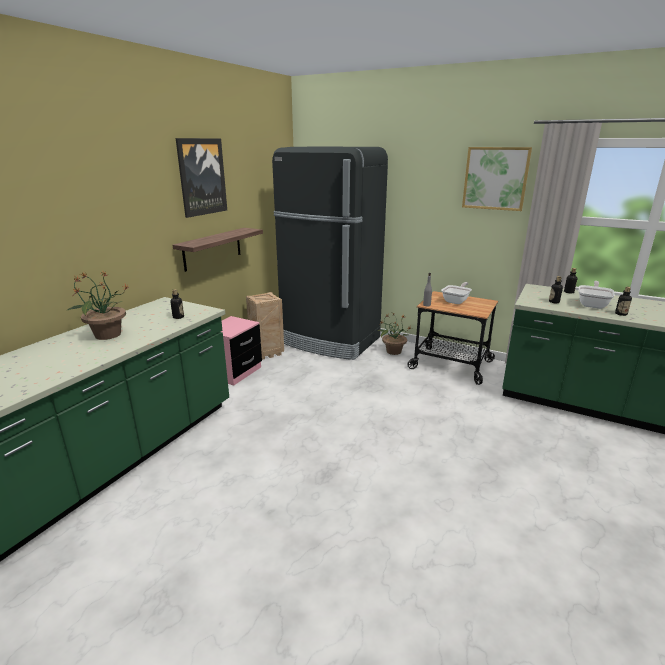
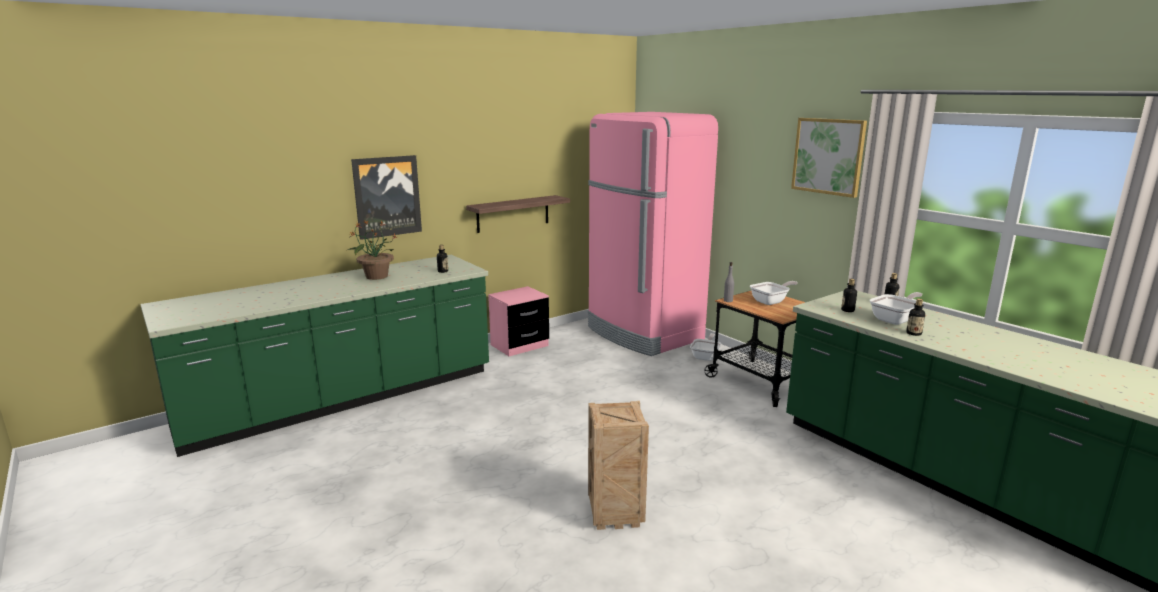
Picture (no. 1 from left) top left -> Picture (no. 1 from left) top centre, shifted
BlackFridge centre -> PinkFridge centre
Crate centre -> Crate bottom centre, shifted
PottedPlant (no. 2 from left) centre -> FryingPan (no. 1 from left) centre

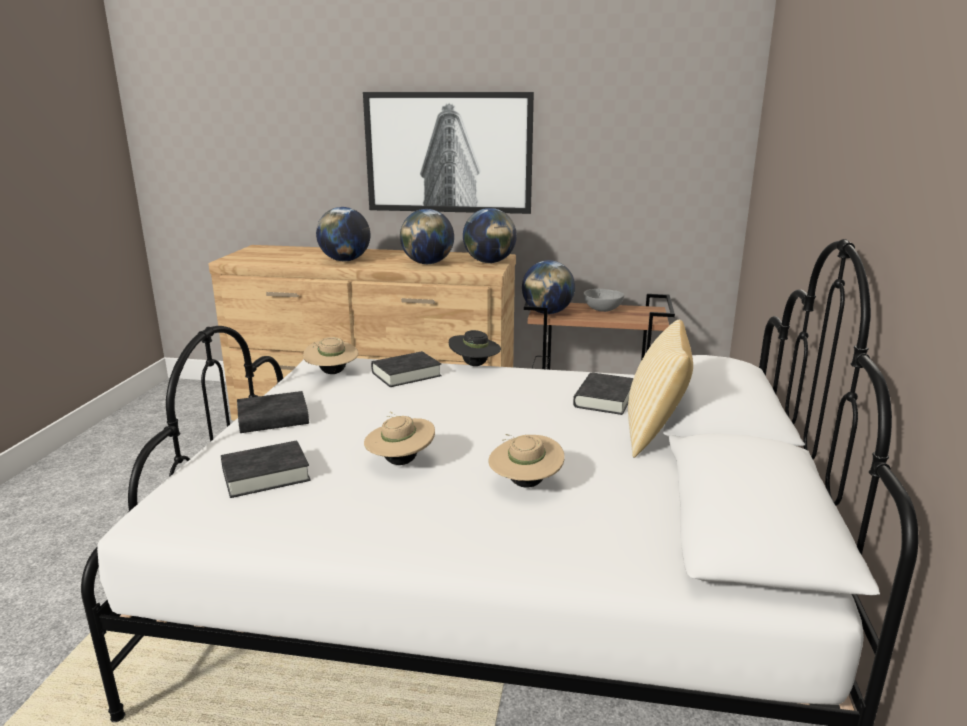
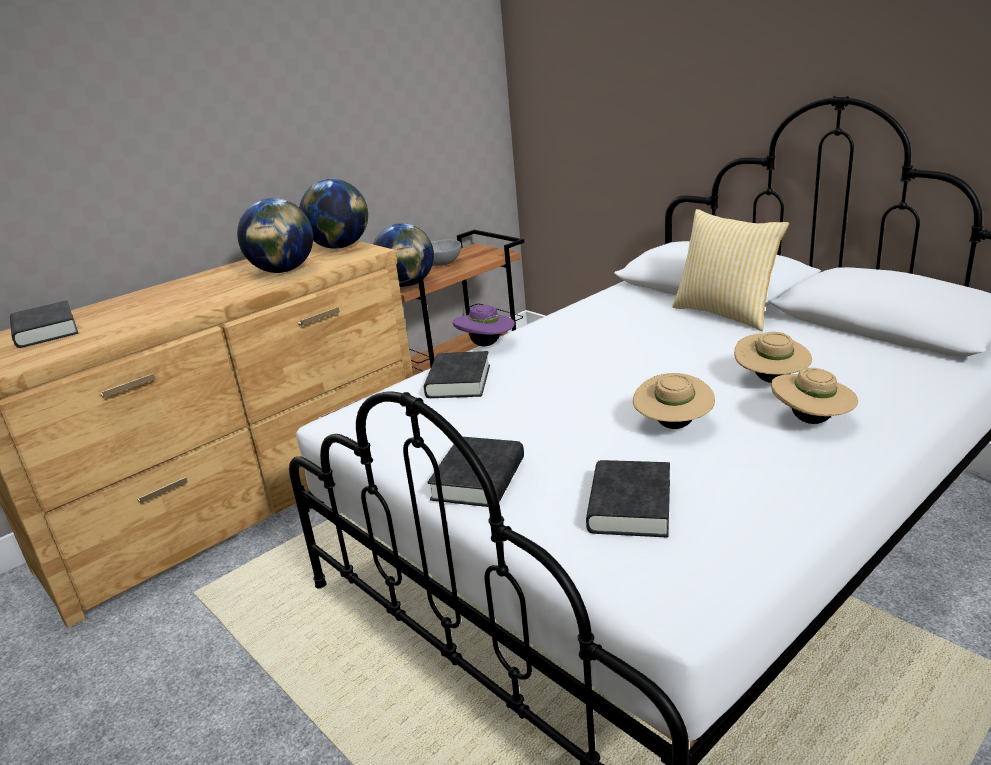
BlackBook (no. 4 from left in the first image) centre -> BlackBook (no. 1 from left) middle left, shifted
BlackHat centre -> PurpleHat centre
BeigeHat (no. 1 from left in the first image) centre -> BeigeHat (no. 3 from left) middle right, shifted
Globe (no. 1 from left) top centre -> none
Picture top centre -> none

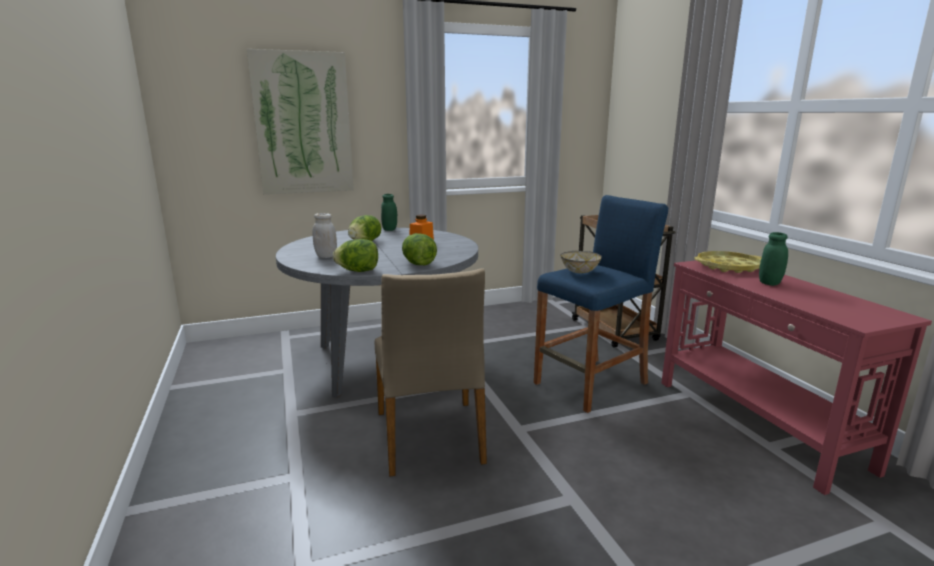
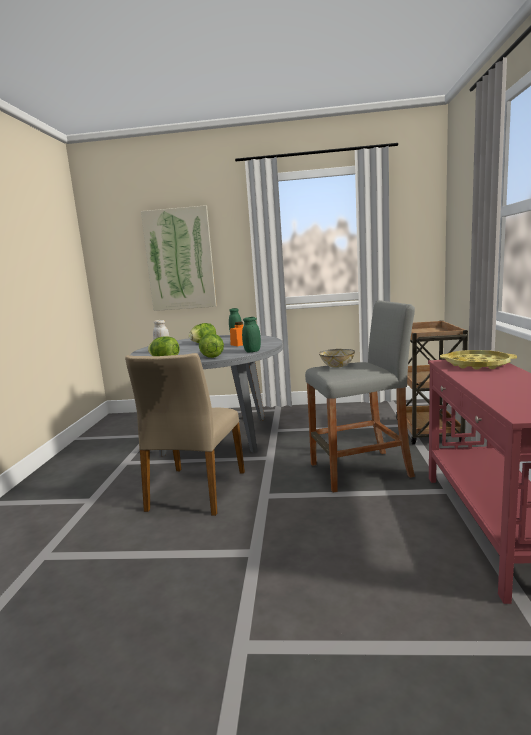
GreenJar (no. 2 from left) middle right -> GreenJar (no. 2 from left) centre, shifted
BlueStool centre -> GreyStool middle right

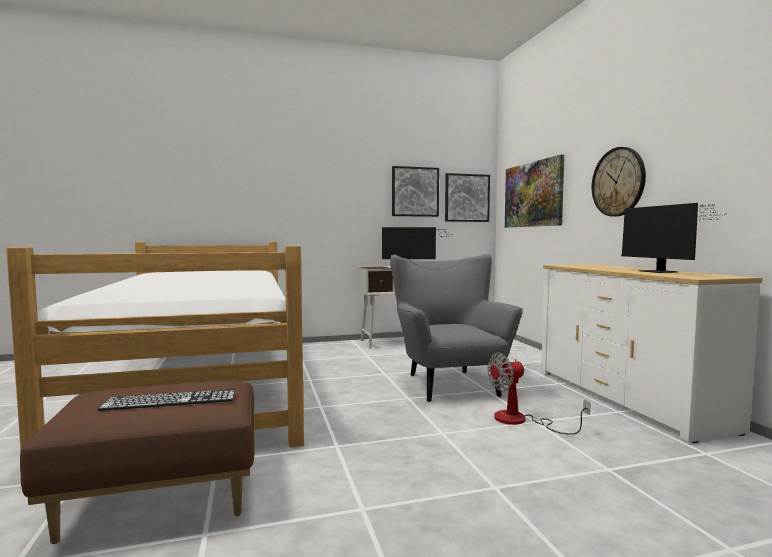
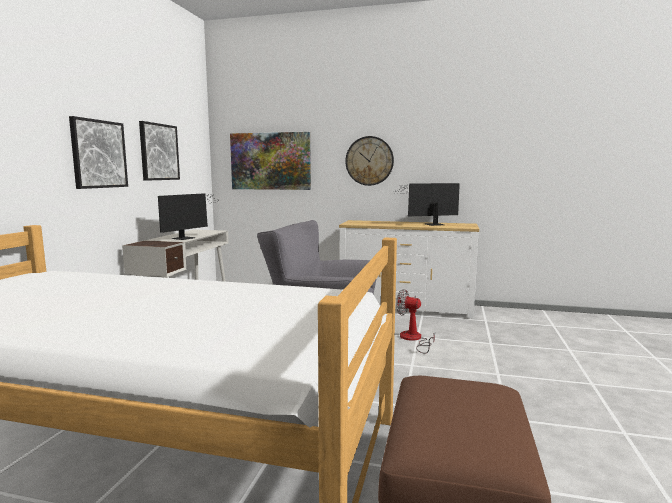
Picture (no. 2 from left in the first image) centre -> Picture (no. 1 from left) top left, shifted
Monitor (no. 2 from left) middle right -> Monitor (no. 2 from left) centre, 150 degrees clockwise
Fan bottom right -> Fan centre, 105 degrees clockwise
Keyboard bottom left -> none

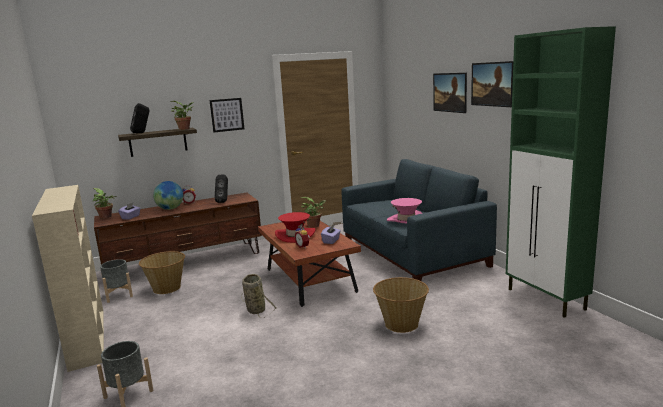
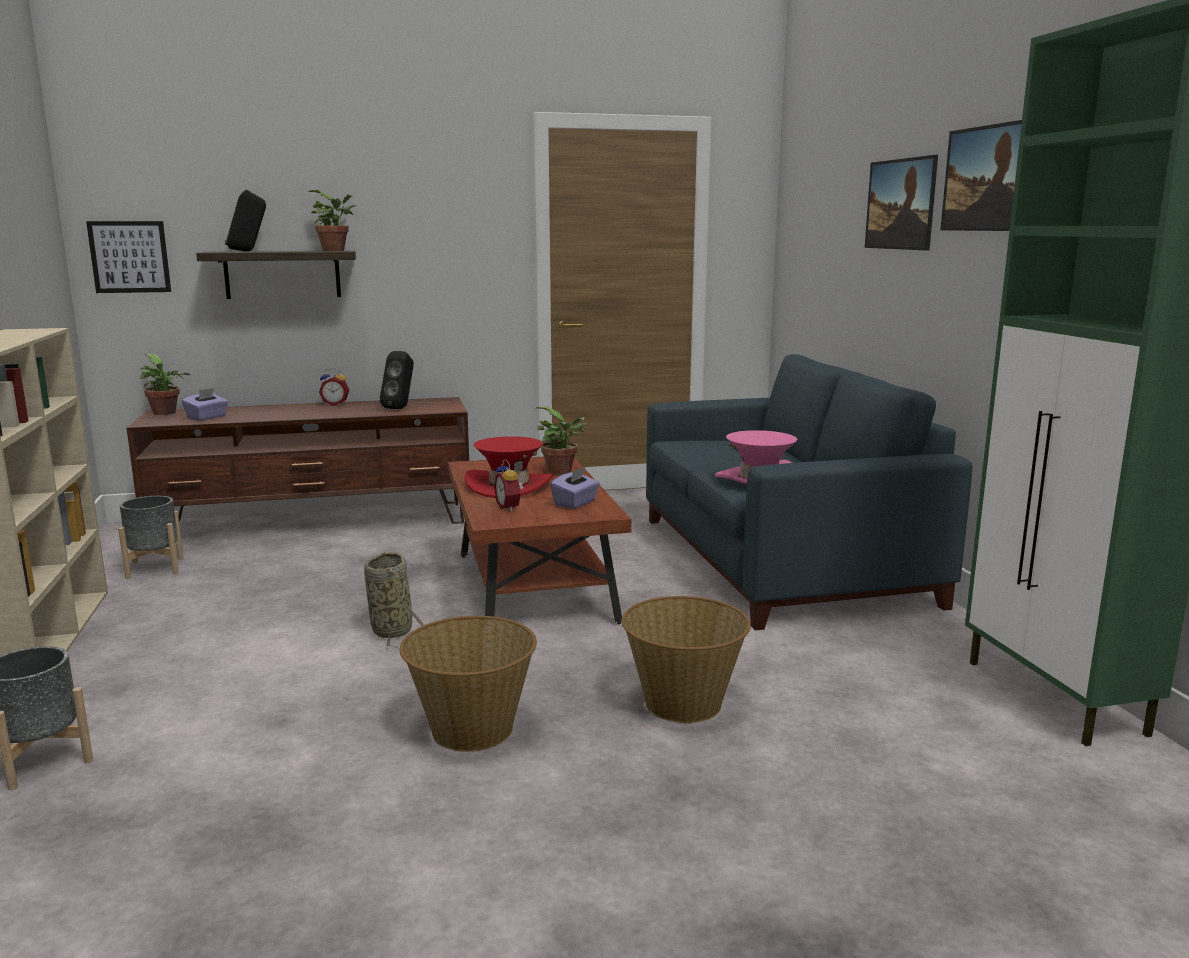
Picture (no. 1 from left) top centre -> Picture (no. 1 from left) top left, shifted
Basket (no. 1 from left in the first image) bottom left -> Basket (no. 2 from left) bottom centre, shifted
Globe middle left -> none

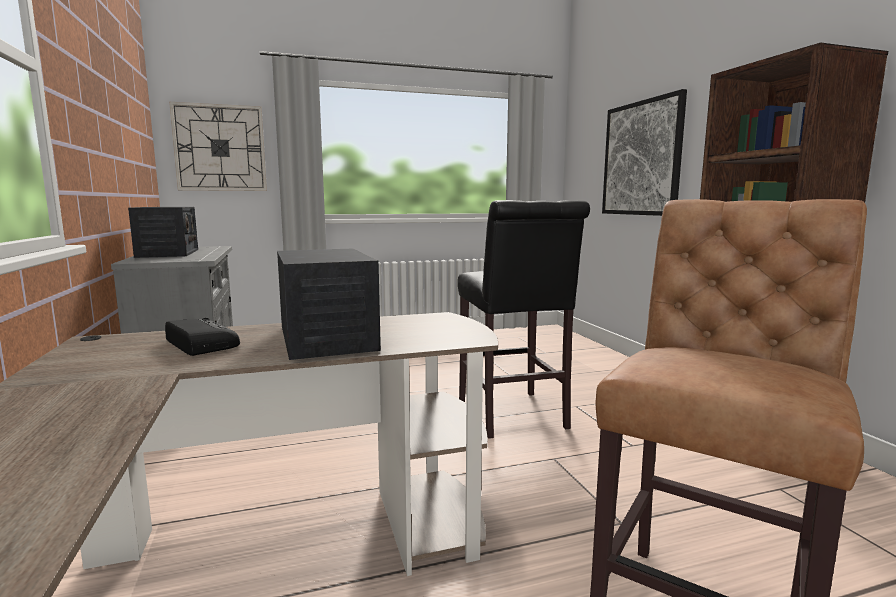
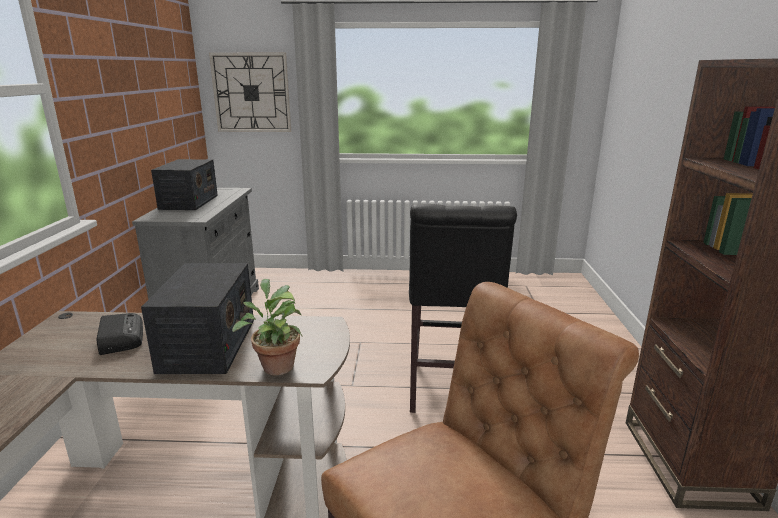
none -> PottedPlant centre
Picture top right -> none

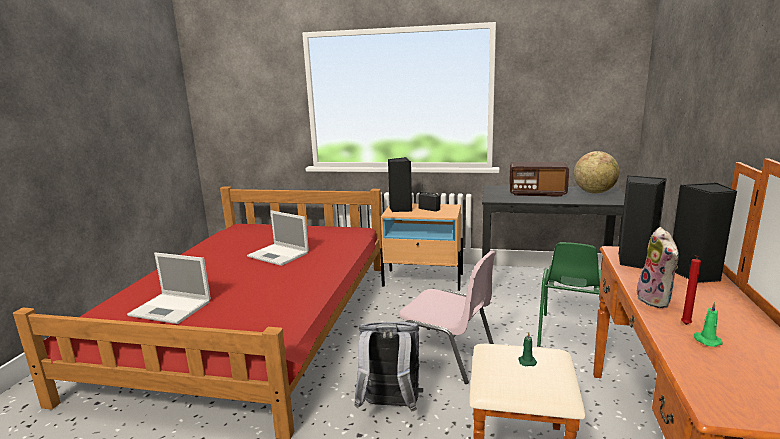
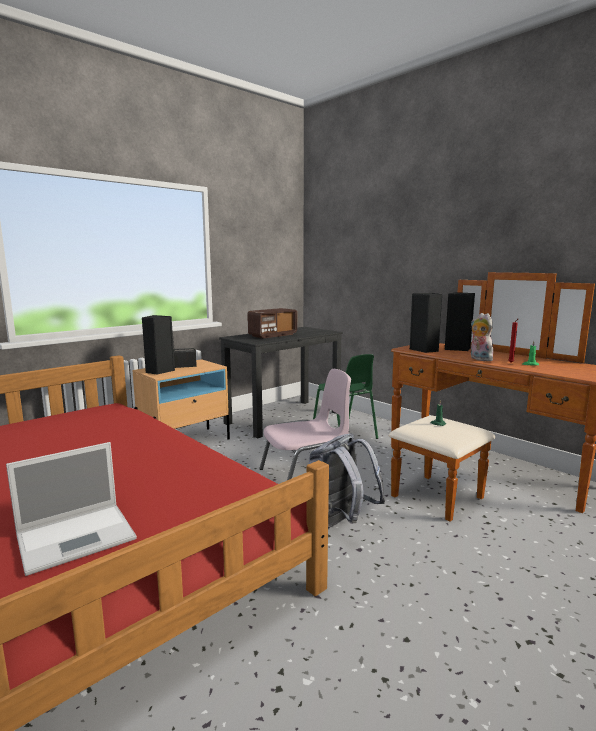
PlushToy middle right, 150 degrees counterclockwise
Laptop (no. 2 from left) centre -> none
Globe middle right -> none

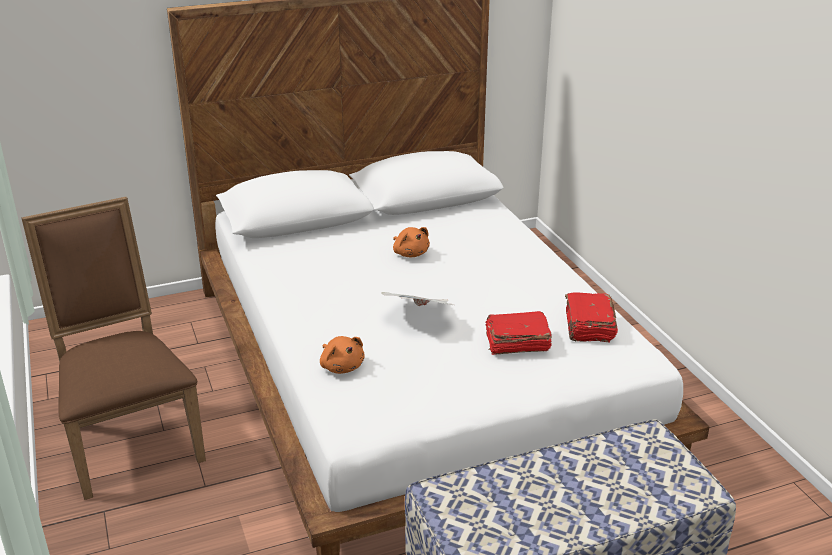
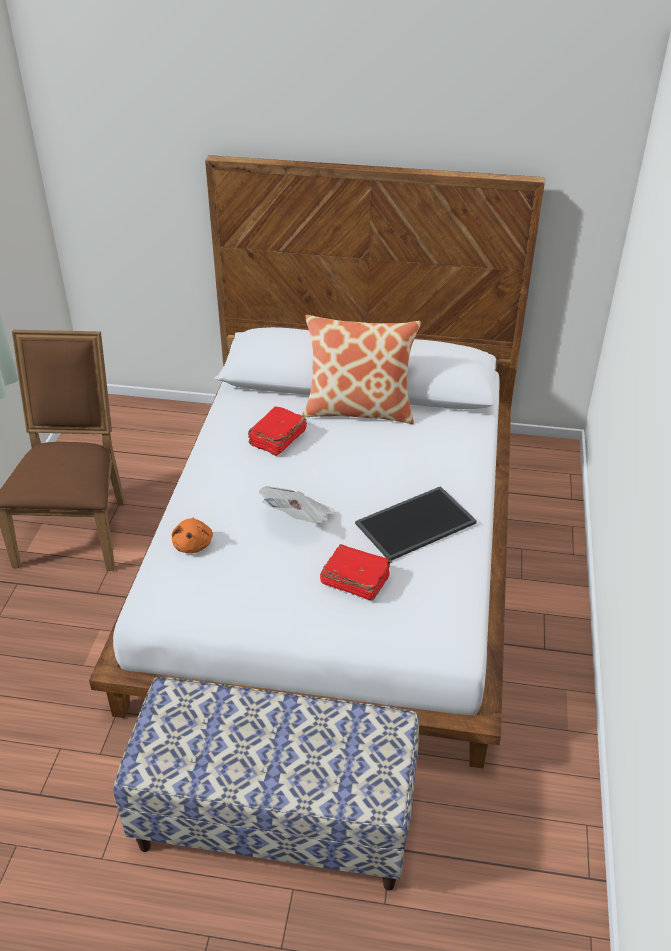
RedBook (no. 2 from left in the first image) middle right -> RedBook (no. 1 from left) centre, shifted
none -> Pillow centre
none -> Tray centre
OrangePlushToy (no. 2 from left) centre -> none

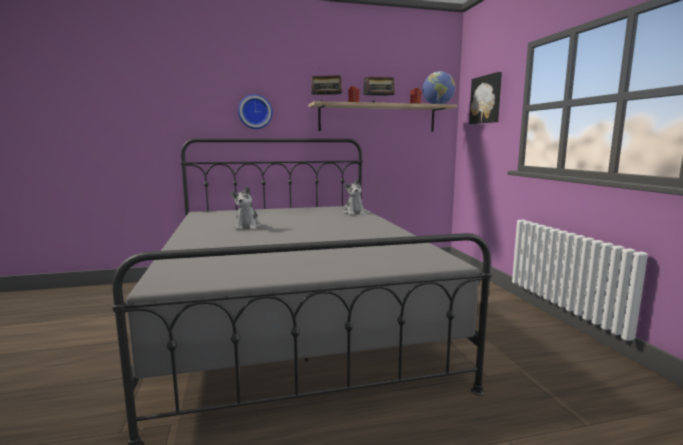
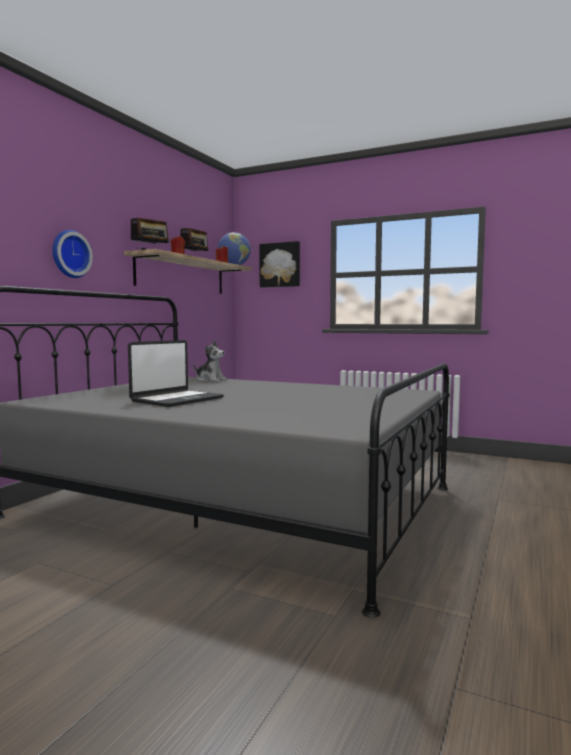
PlushToy (no. 1 from left) centre -> Laptop middle left

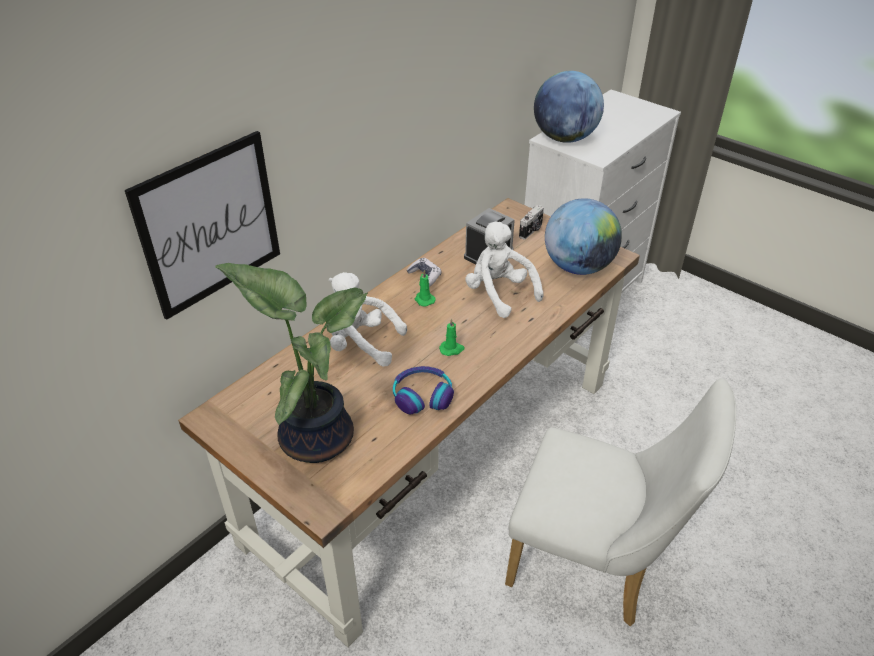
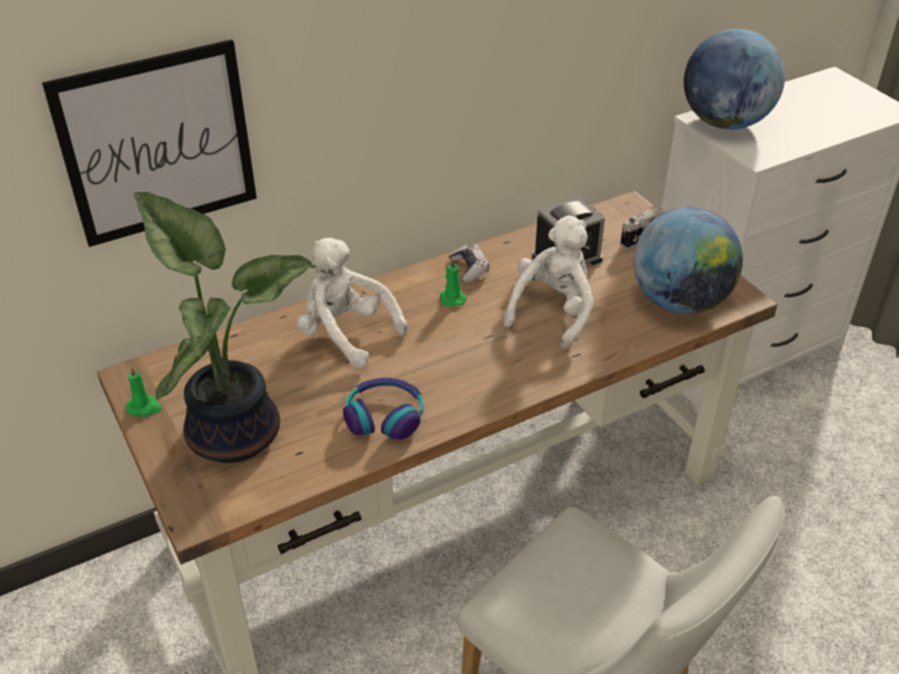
GreenCandle (no. 2 from left in the first image) centre -> GreenCandle (no. 1 from left) middle left, shifted
WhitePlushToy (no. 2 from left) centre, 45 degrees clockwise

